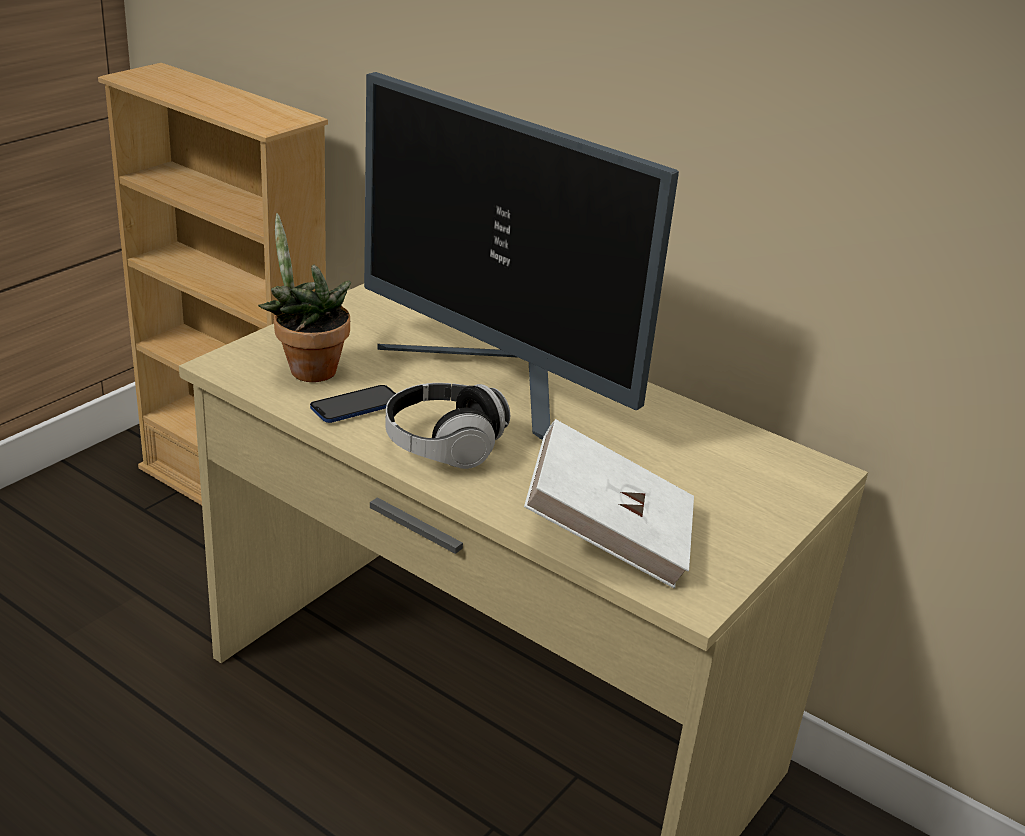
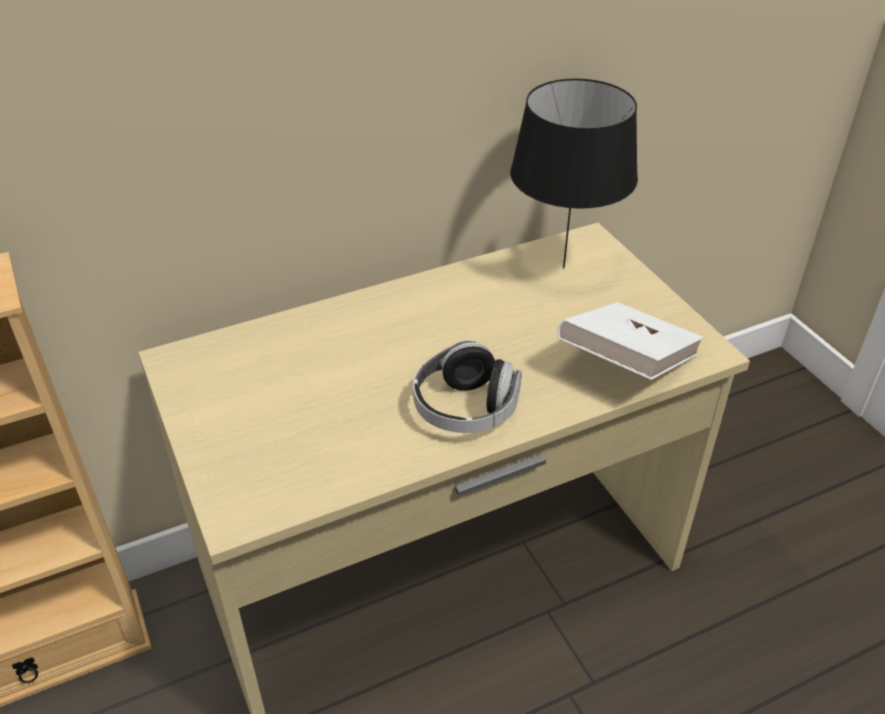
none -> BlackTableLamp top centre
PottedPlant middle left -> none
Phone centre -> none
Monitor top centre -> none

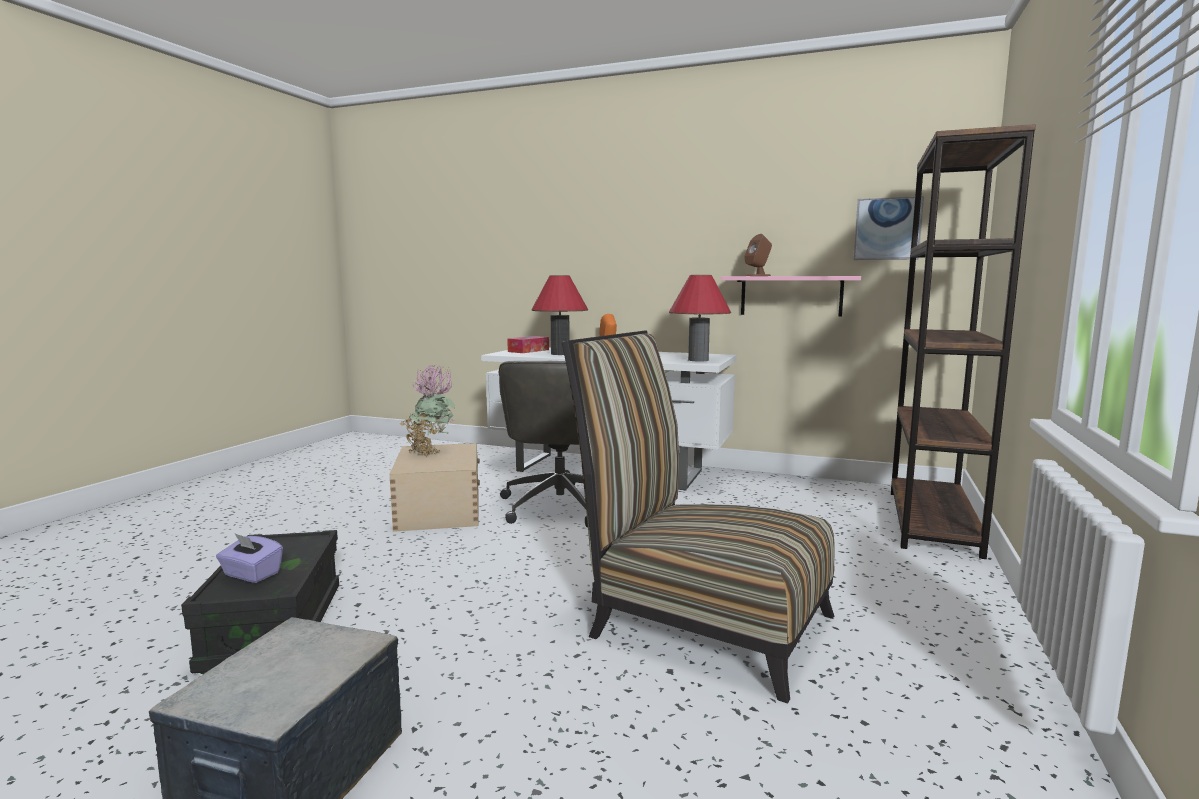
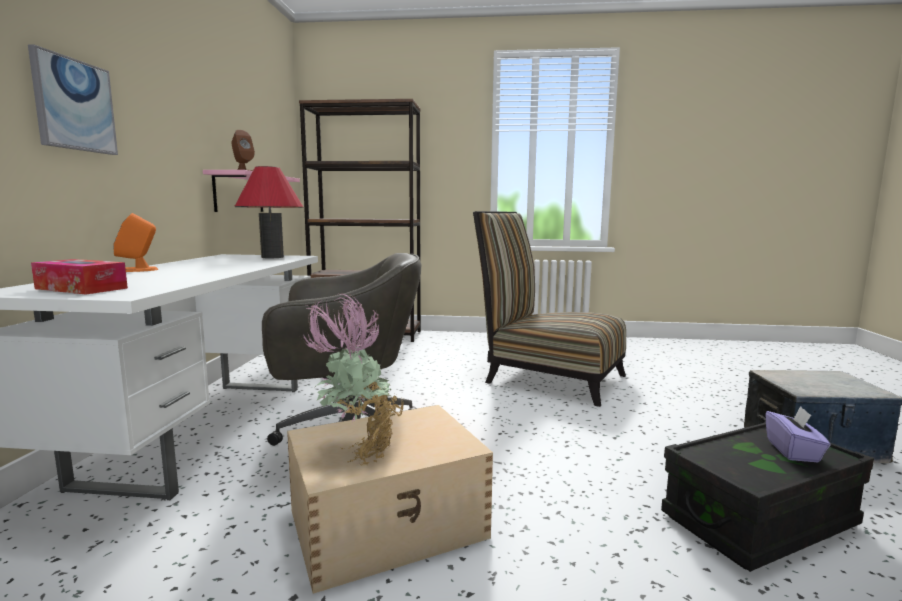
Picture top right -> Picture top left, shifted
Chair centre, 105 degrees clockwise
RedTableLamp (no. 1 from left) centre -> none

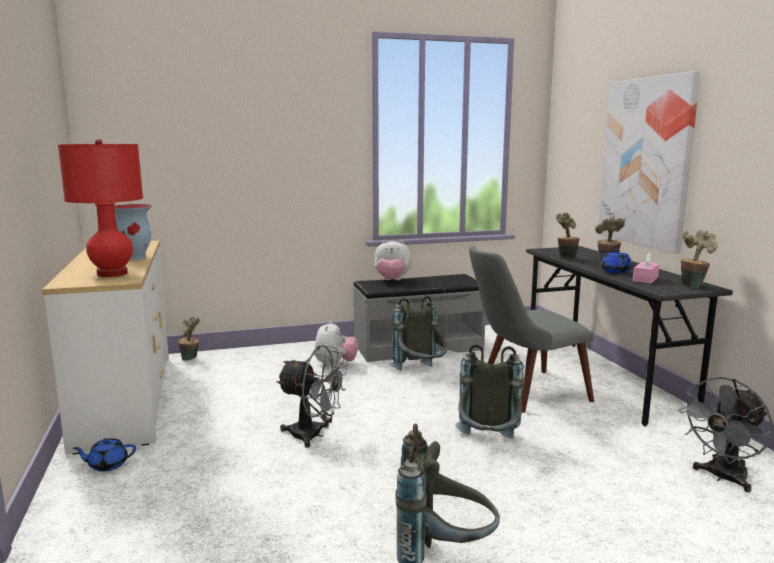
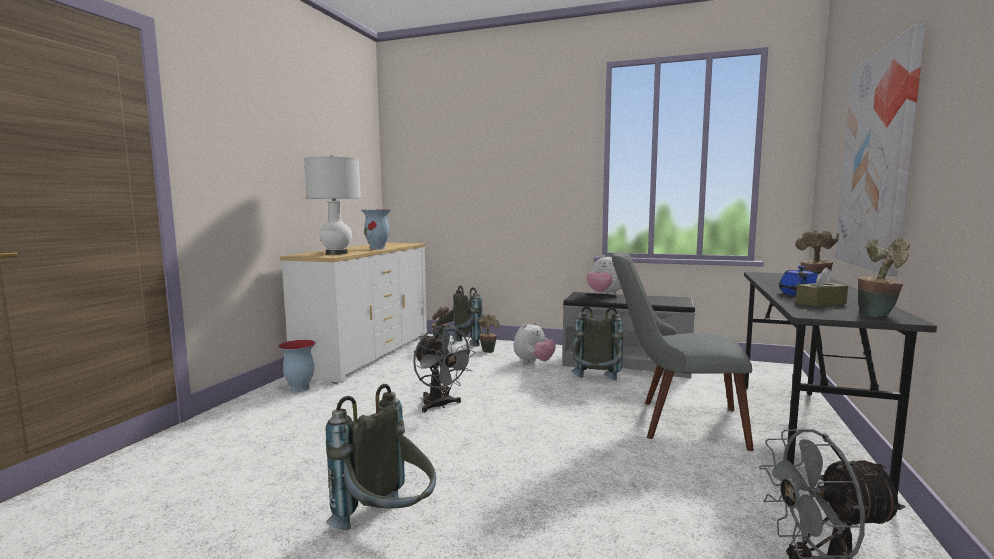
BlueTeapot (no. 1 from left) bottom left -> Vase (no. 1 from left) middle left
RedTableLamp middle left -> WhiteTableLamp centre
GreyBackpack (no. 3 from left in the first image) bottom centre -> GreyBackpack (no. 2 from left) centre, shifted
PottedPlant (no. 2 from left) middle right -> PottedPlant (no. 2 from left) centre, shifted
PinkTissueBox middle right -> BrownTissueBox middle right

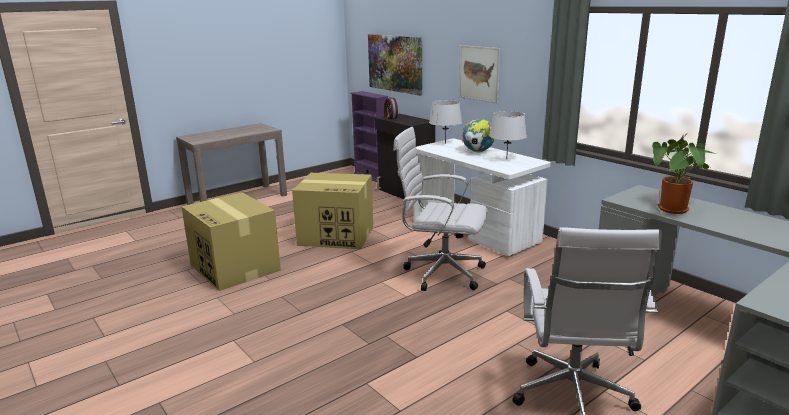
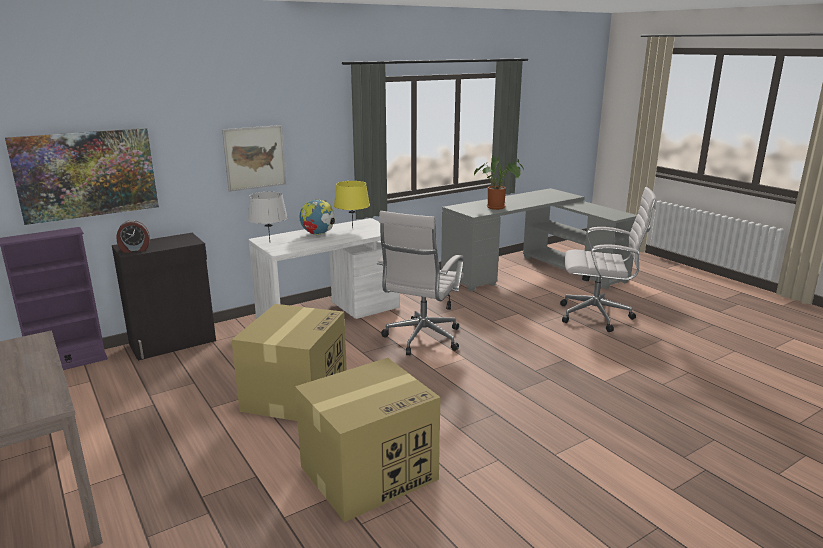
GreyTableLamp (no. 2 from left) top centre -> YellowTableLamp centre

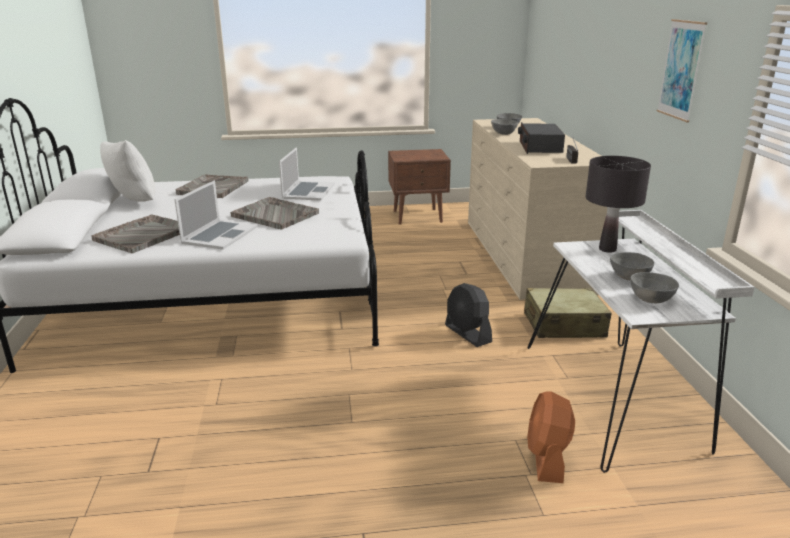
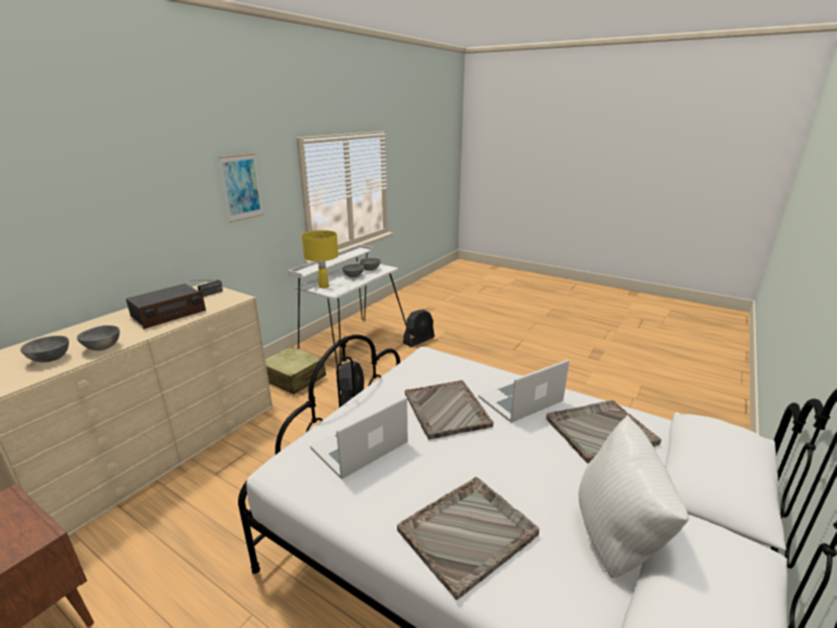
BlackTableLamp middle right -> YellowTableLamp centre
OrangeFan bottom right -> BlackFan (no. 2 from left) centre

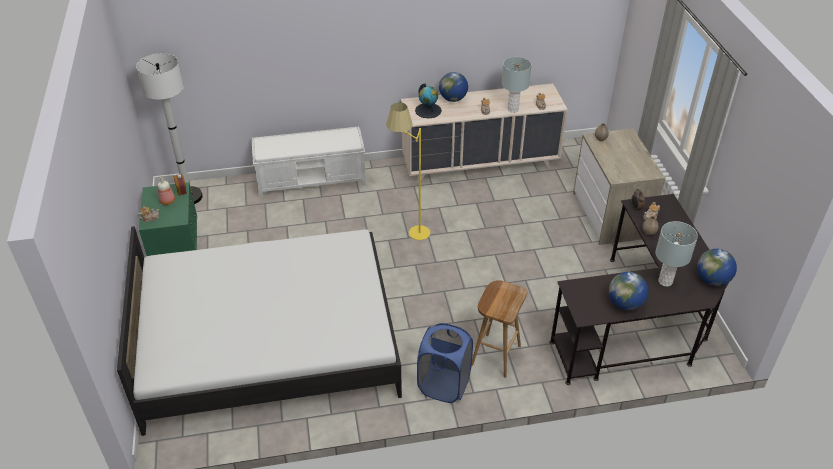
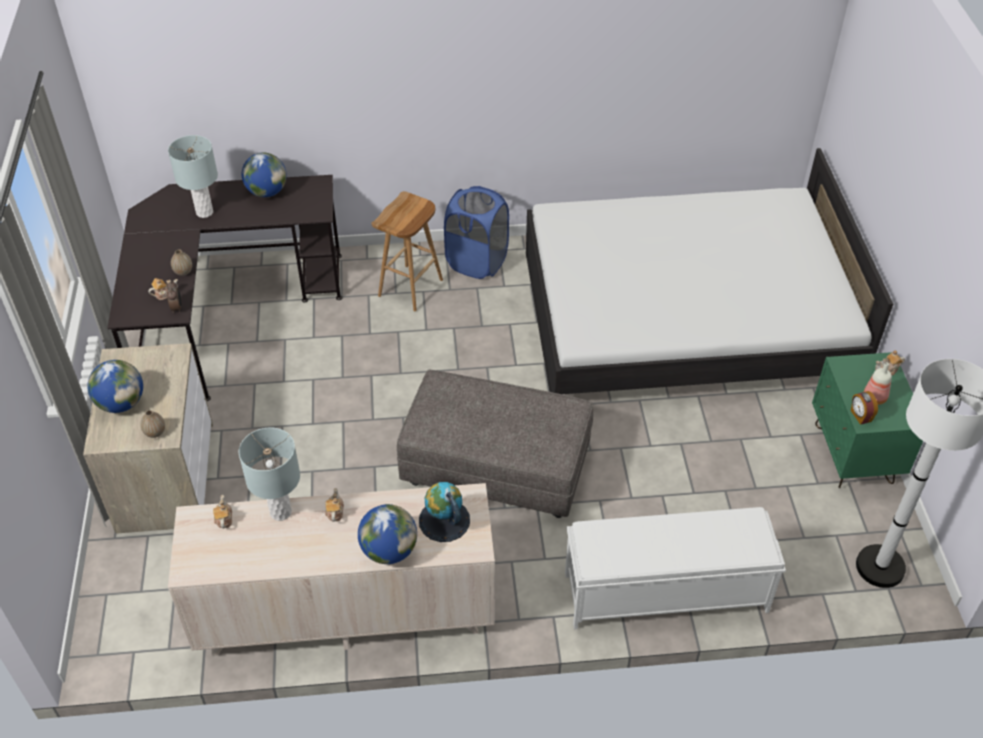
Globe (no. 4 from left in the first image) middle right -> Globe (no. 1 from left) middle left, shifted
YellowFloorLamp centre -> GreyOttoman centre

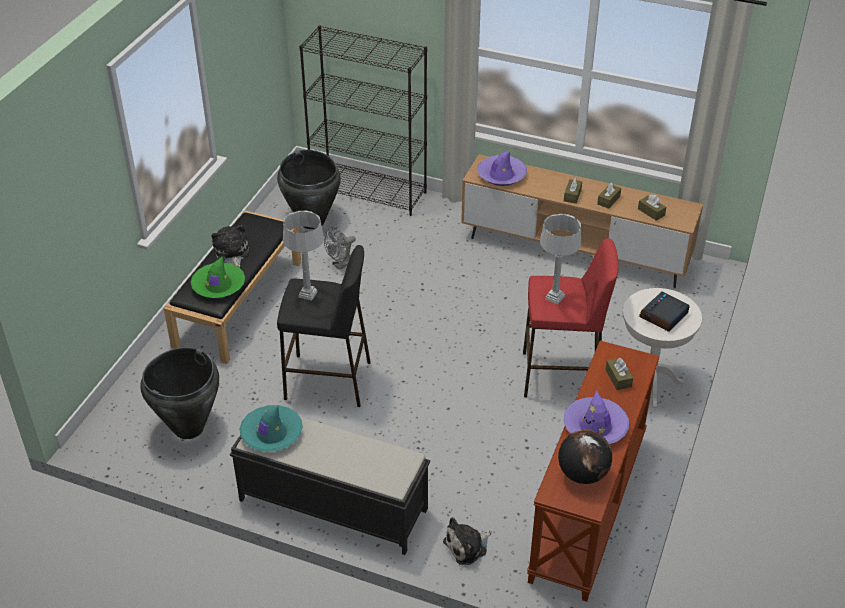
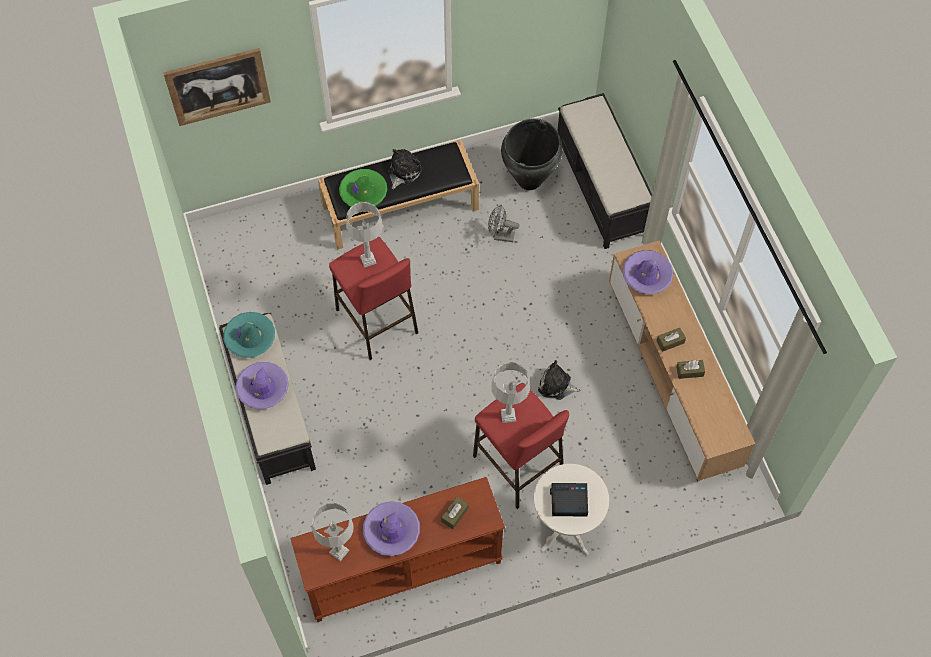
none -> Picture top left
none -> PurpleHat (no. 1 from left) middle left
Globe bottom right -> GreyTableLamp (no. 1 from left) bottom centre
BlackStool centre -> RedStool (no. 1 from left) centre
PlushToy (no. 2 from left) bottom centre -> PlushToy (no. 2 from left) centre, shifted
BlackBookcase top centre -> BlackBench (no. 3 from left) top centre
BlackVase (no. 1 from left) middle left -> none
BrownTissueBox (no. 4 from left) middle right -> none

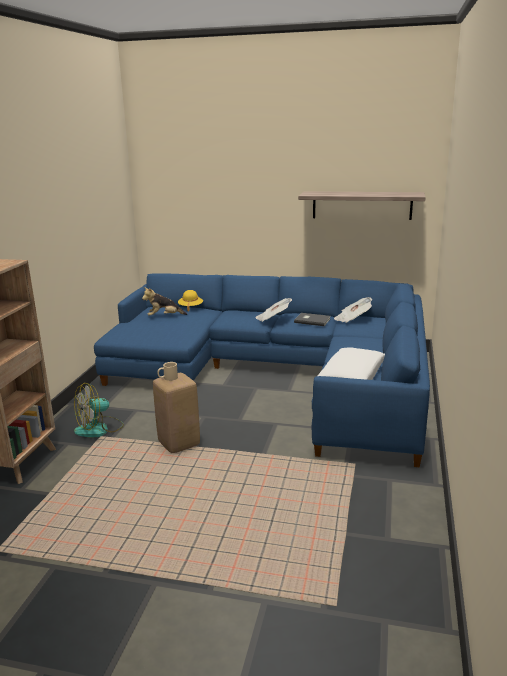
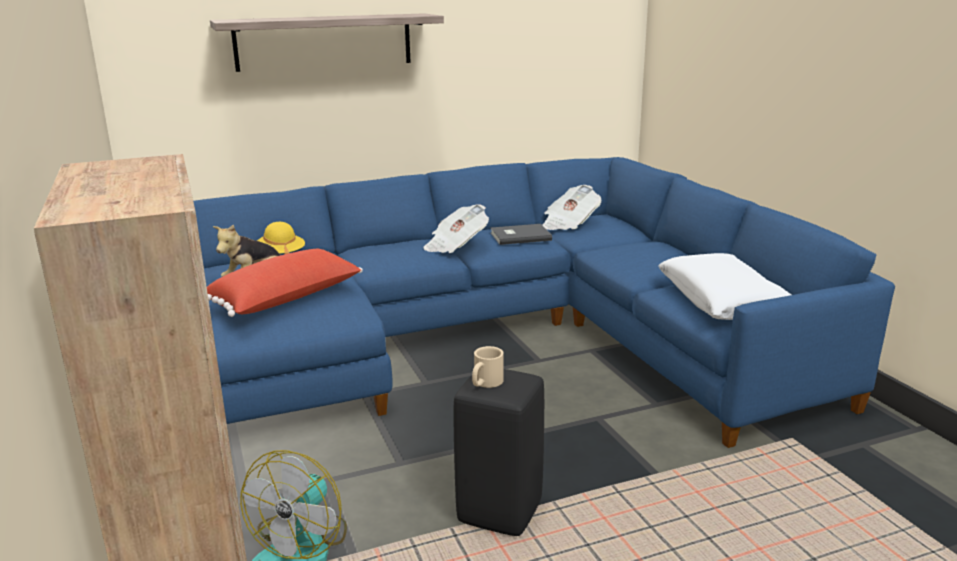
none -> RedPillow middle left
Shelf top right -> Shelf top centre, shifted
BeigeStool centre -> BlackStool bottom centre

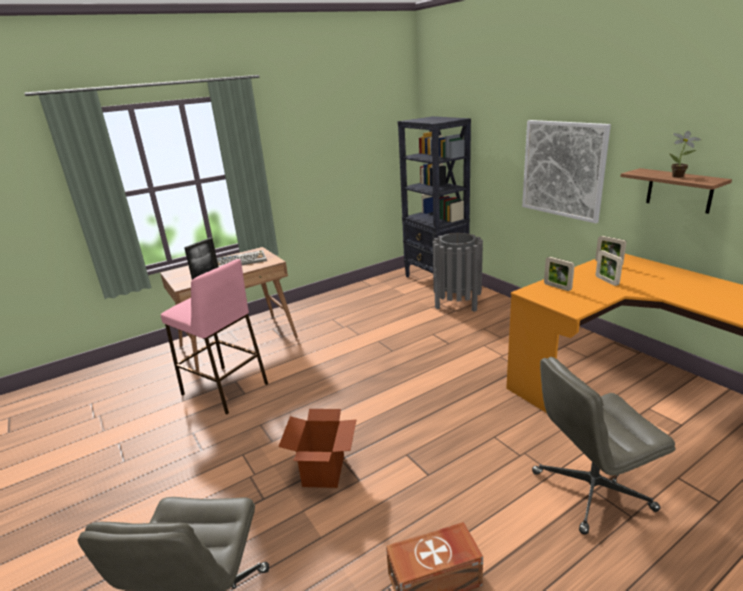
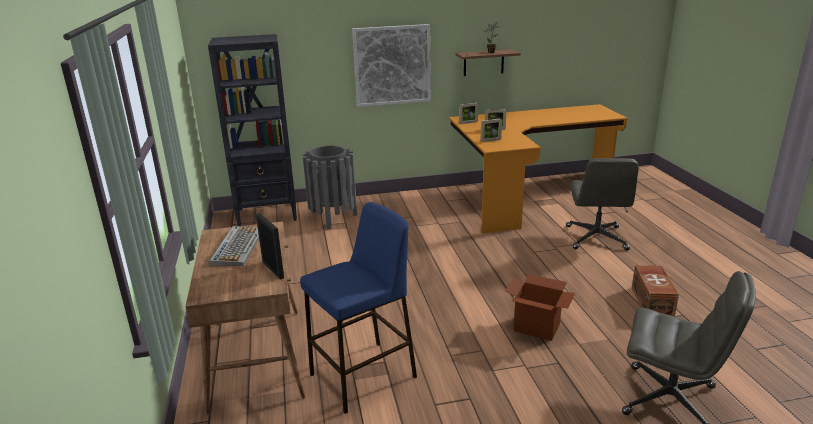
PinkStool middle left -> BlueStool bottom centre

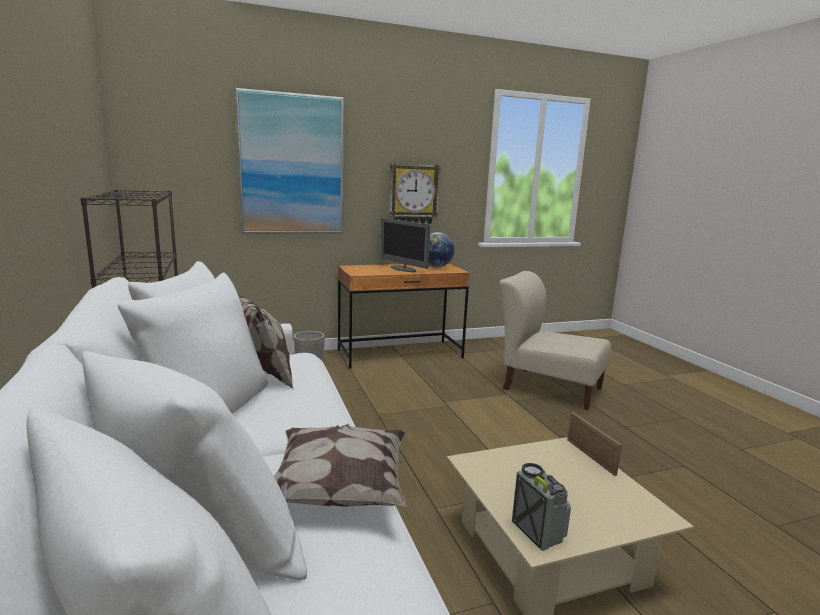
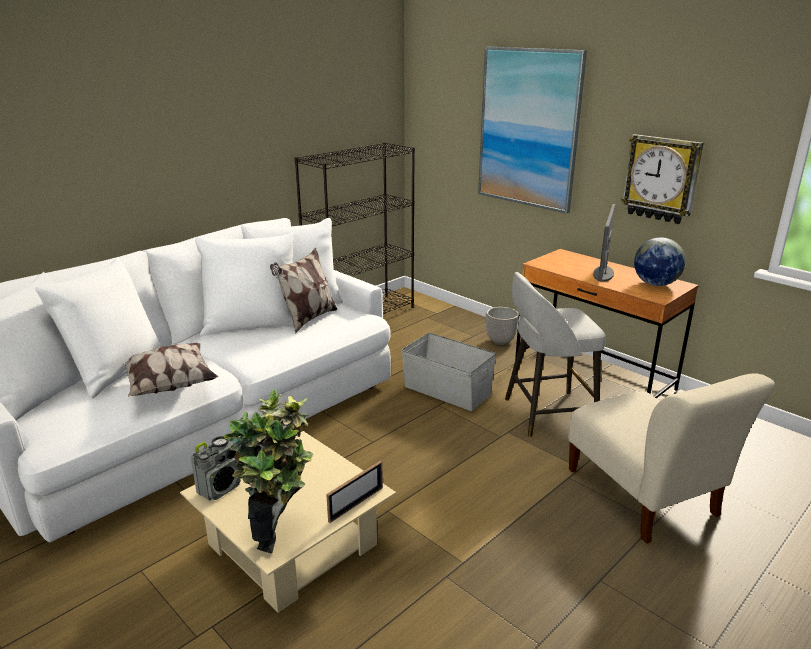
none -> PottedPlant bottom left
none -> GreyStorageBox centre
none -> GreyStool middle right
BeigeChair middle right -> BeigeChair bottom right, 150 degrees clockwise

